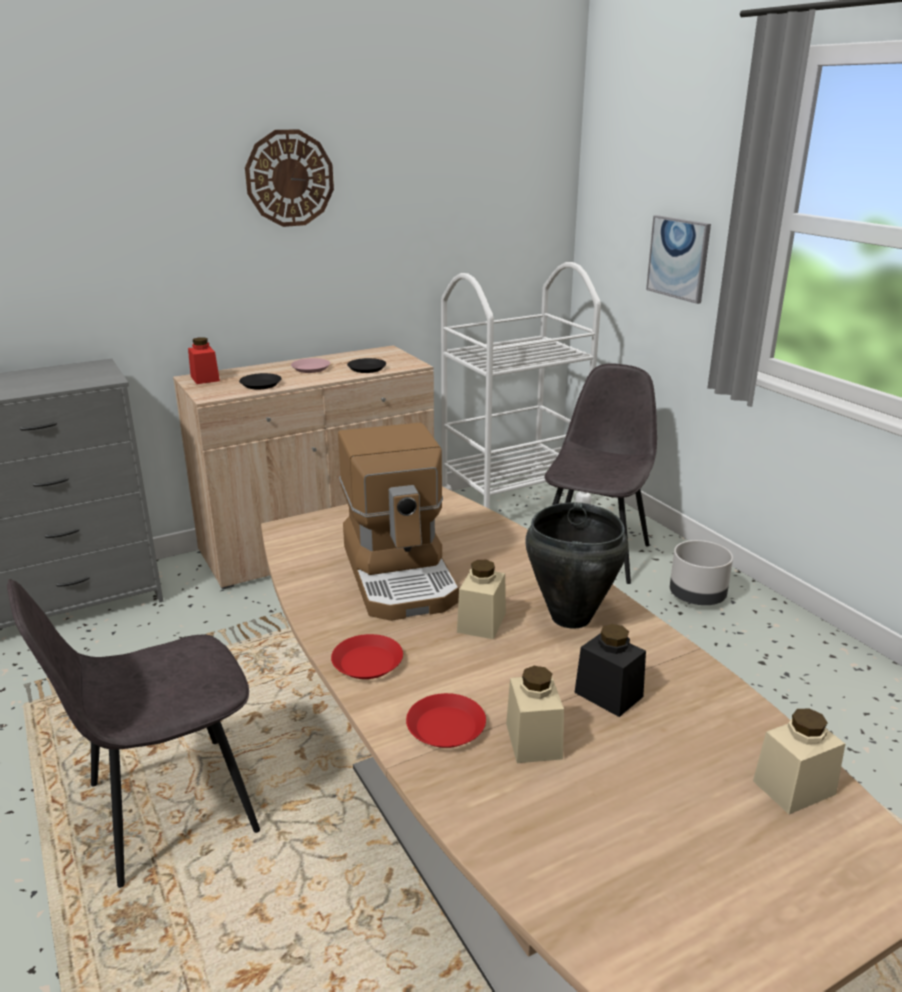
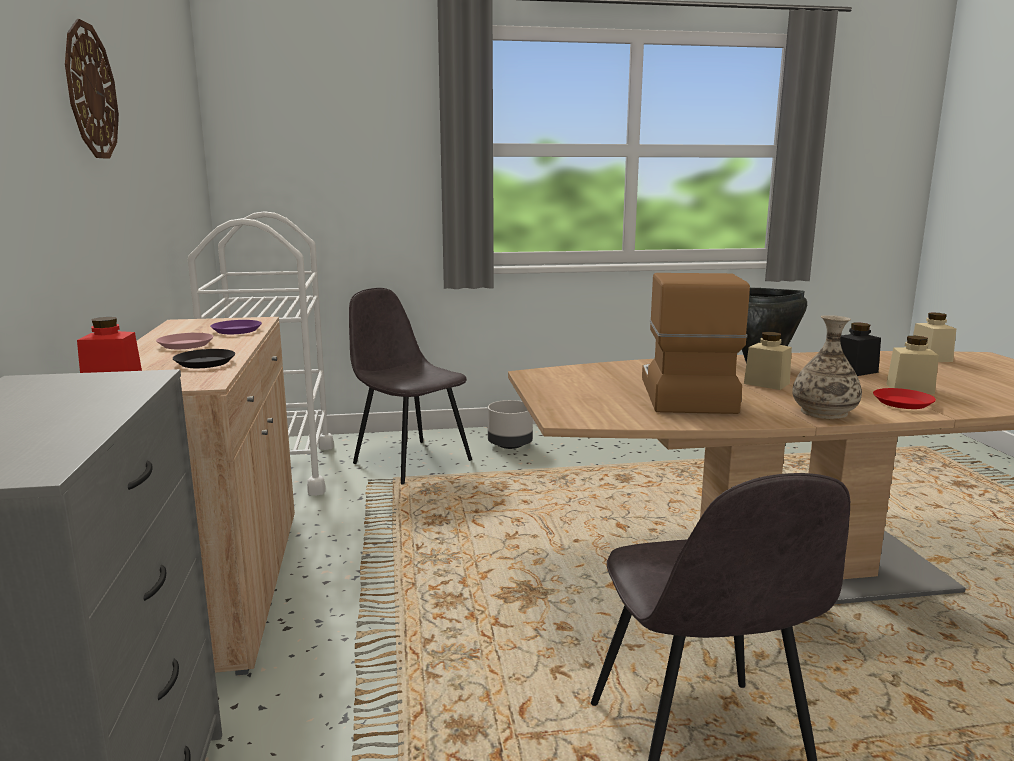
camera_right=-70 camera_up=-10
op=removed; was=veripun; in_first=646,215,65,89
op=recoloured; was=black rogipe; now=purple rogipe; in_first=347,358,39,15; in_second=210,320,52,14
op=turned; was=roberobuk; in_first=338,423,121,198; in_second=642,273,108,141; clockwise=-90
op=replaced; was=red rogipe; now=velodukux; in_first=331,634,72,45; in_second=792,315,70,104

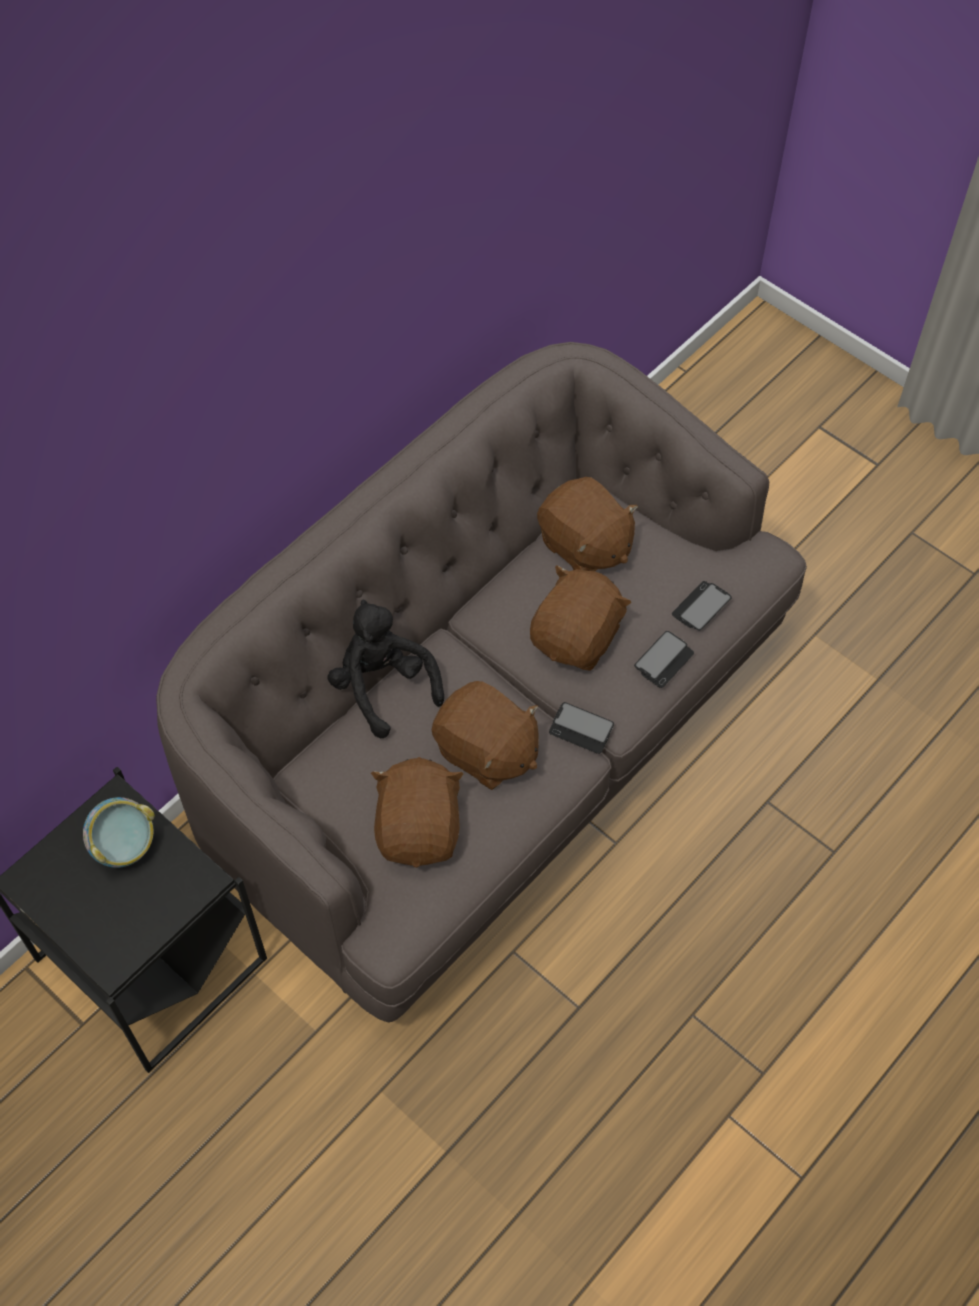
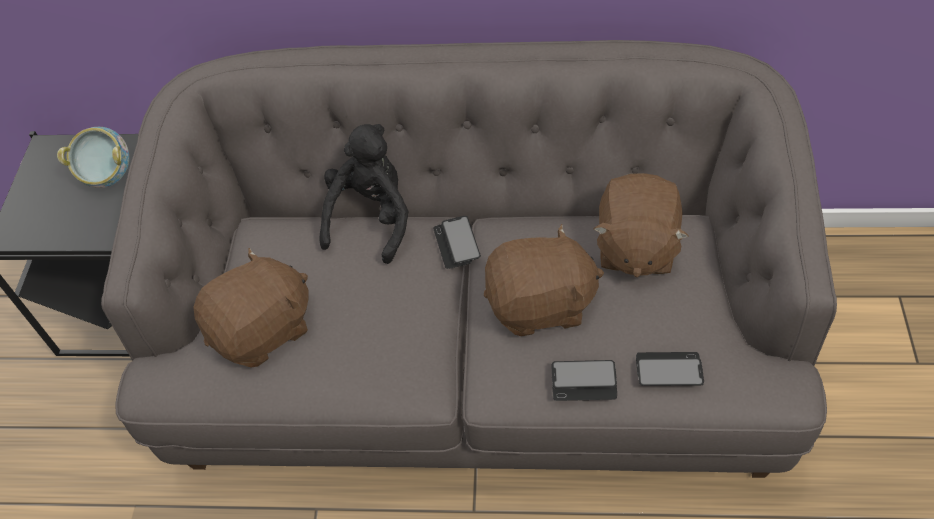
camera_right=55 camera_up=-5
op=removed; was=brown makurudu; in_first=432,681,106,109
op=moved; was=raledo; in_first=549,702,65,52; in_second=433,216,48,53

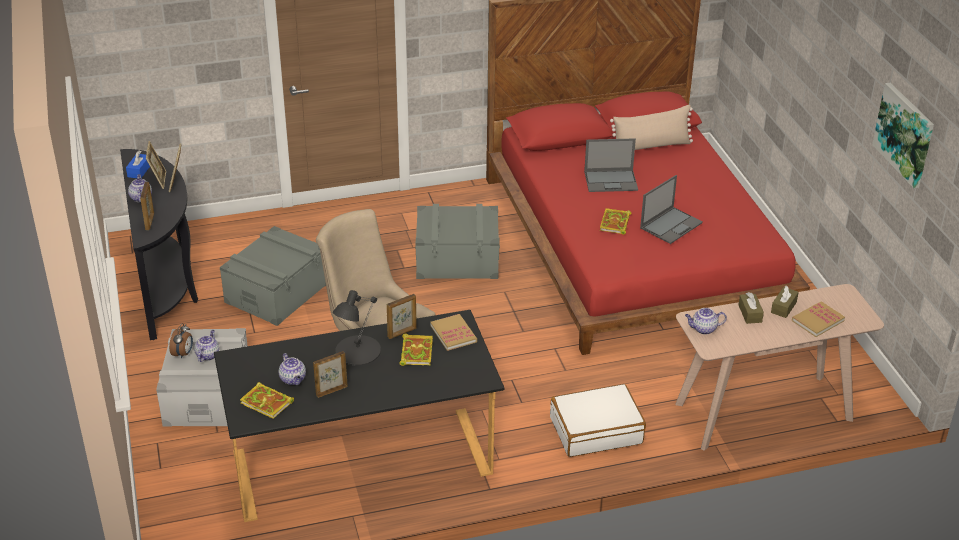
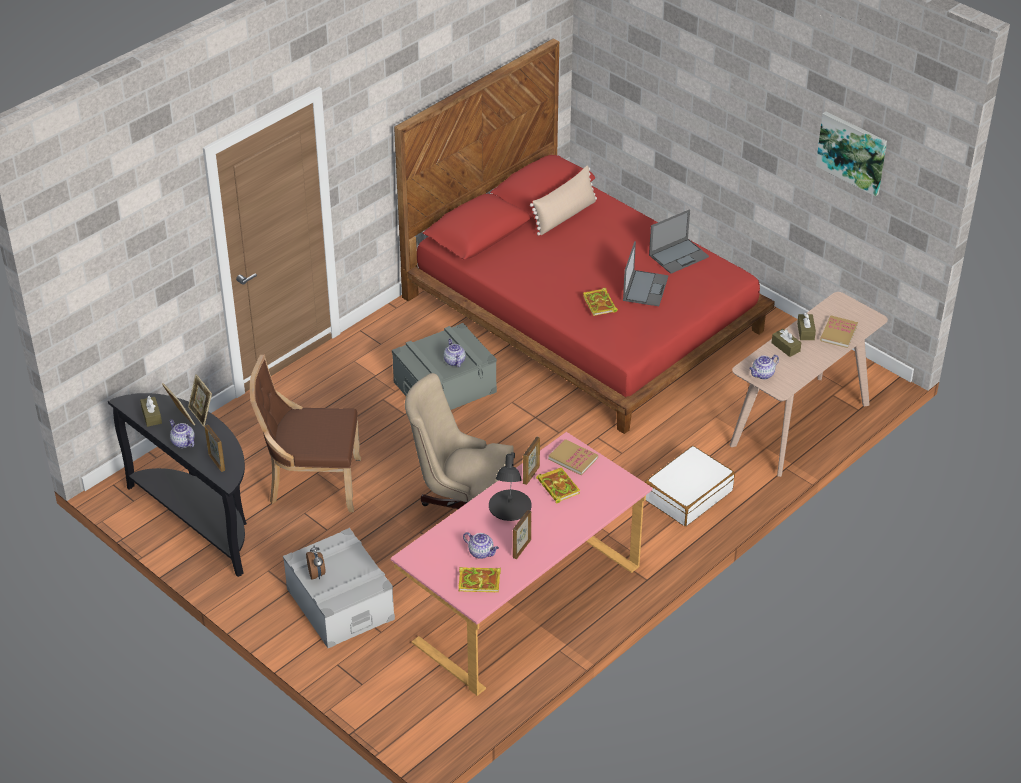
camera_right=-30 camera_up=5
op=moved; was=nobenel; in_first=584,138,54,54; in_second=649,209,60,65
op=recoloured; was=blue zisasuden; now=brown zisasuden; in_first=126,151,24,27; in_second=140,396,22,31
op=replaced; was=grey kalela; now=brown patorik; in_first=220,226,106,100; in_second=250,355,111,157
op=recoloured; was=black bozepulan; now=pink bozepulan; in_first=214,310,290,212; in_second=391,432,262,264
op=moved; was=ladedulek; in_first=194,330,25,32; in_second=444,339,22,28

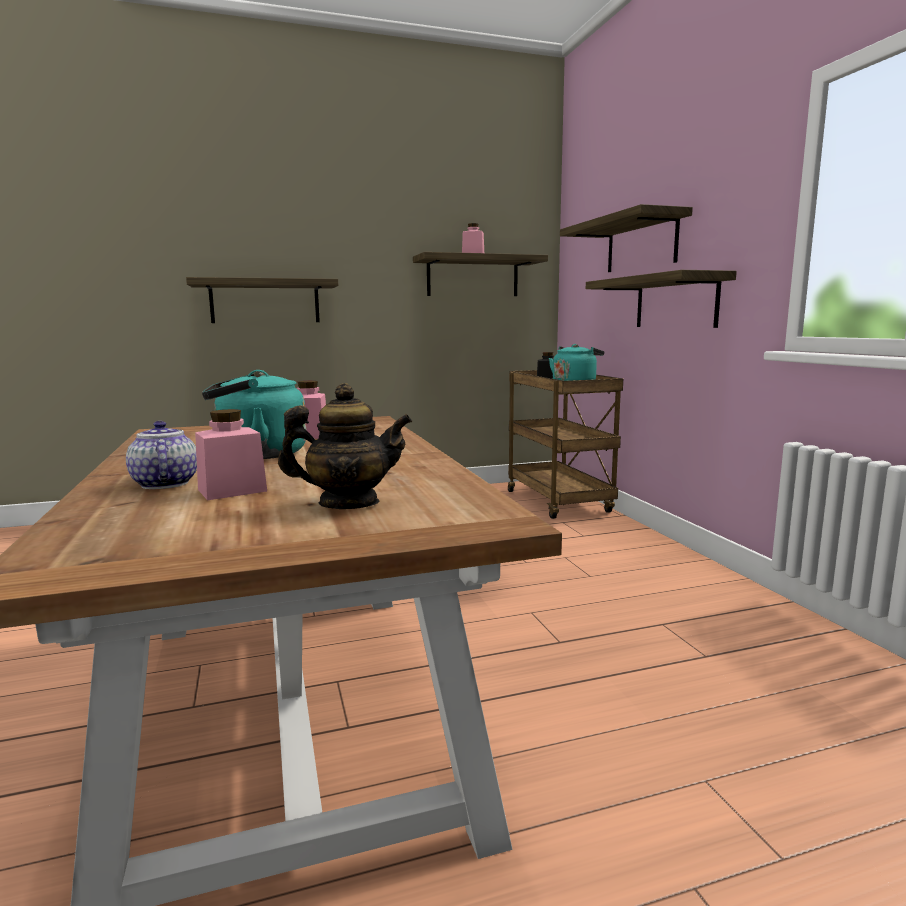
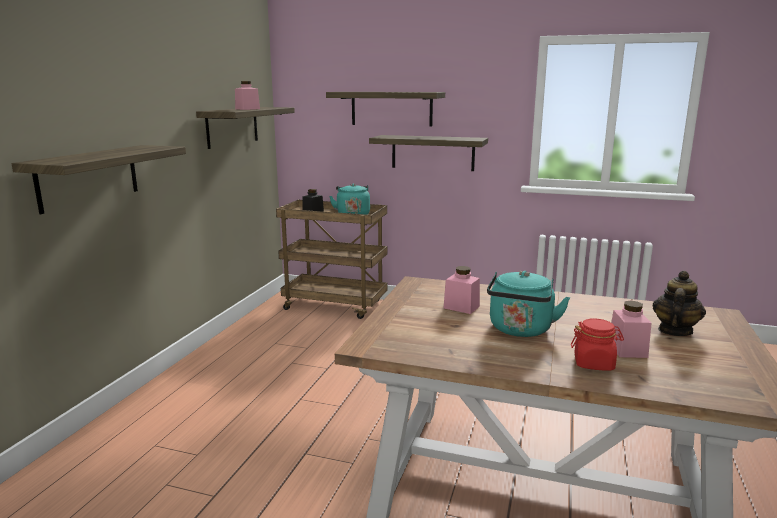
camera_right=-55 camera_up=5
op=replaced; was=ladedulek; now=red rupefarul; in_first=126,421,71,68; in_second=571,318,53,53

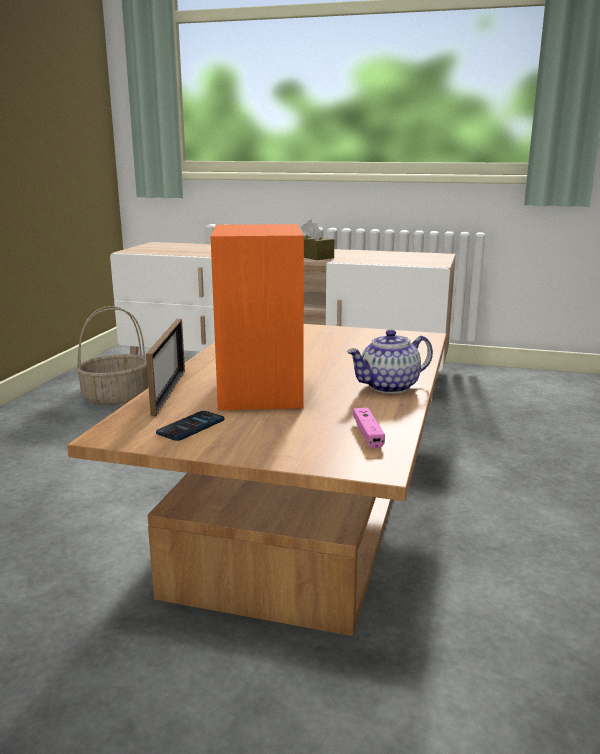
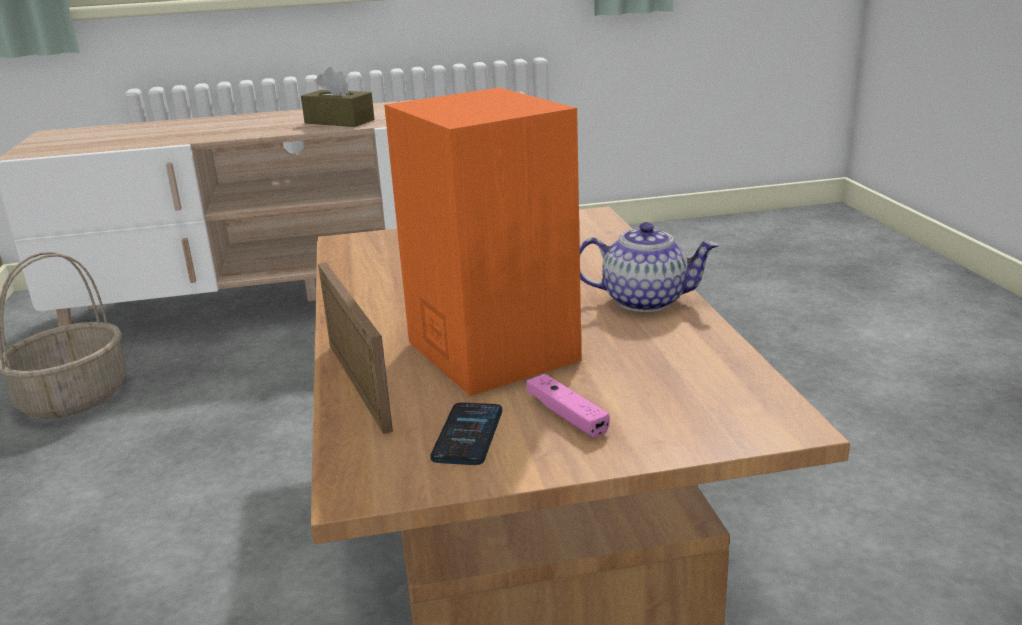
camera_right=-25 camera_up=5
op=turned; was=ladedulek; in_first=347,330,86,64; in_second=580,222,139,90; clockwise=-120
op=moved; was=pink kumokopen; in_first=353,408,32,40; in_second=527,374,83,64

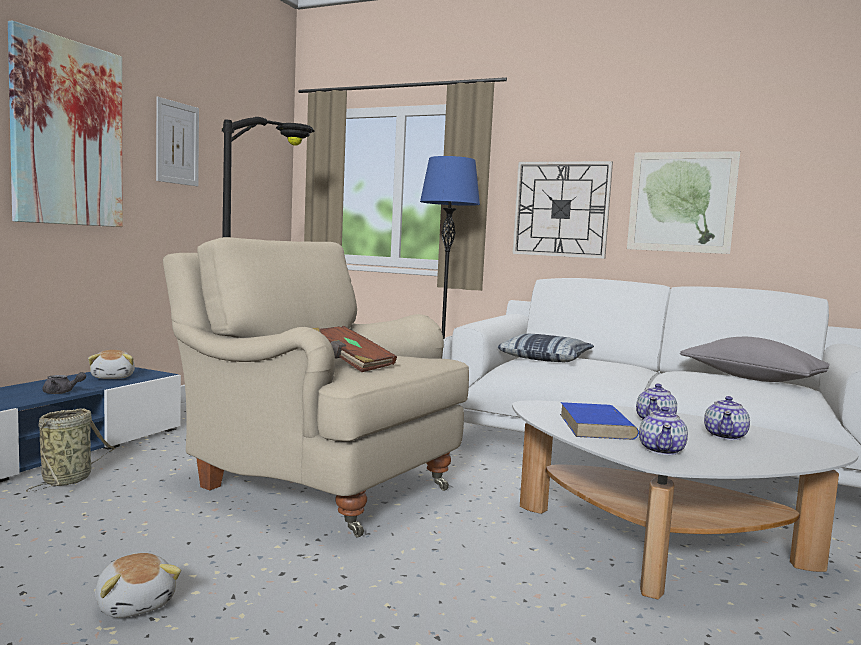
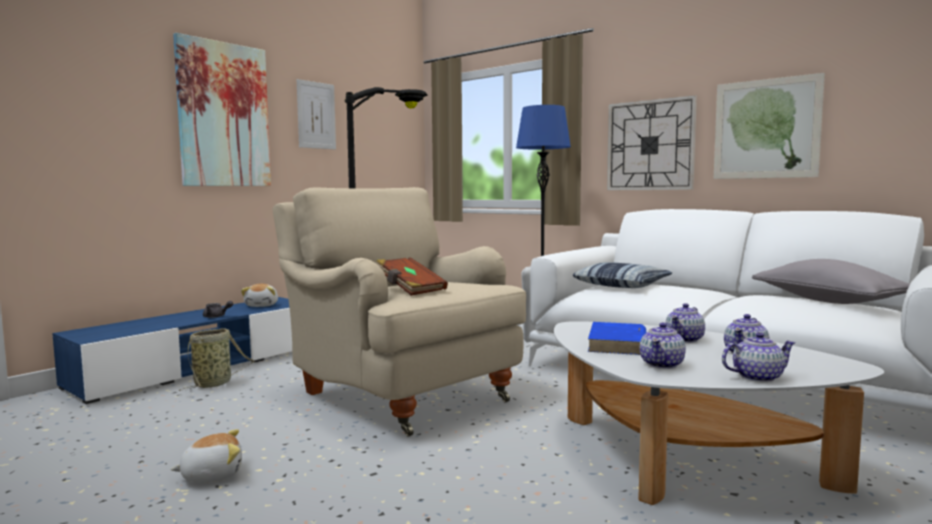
camera_right=15 camera_up=0
op=turned; was=makurudu; in_first=95,553,86,65; in_second=171,429,71,53; clockwise=-90
op=added; now=ladedulek; in_second=722,332,73,50

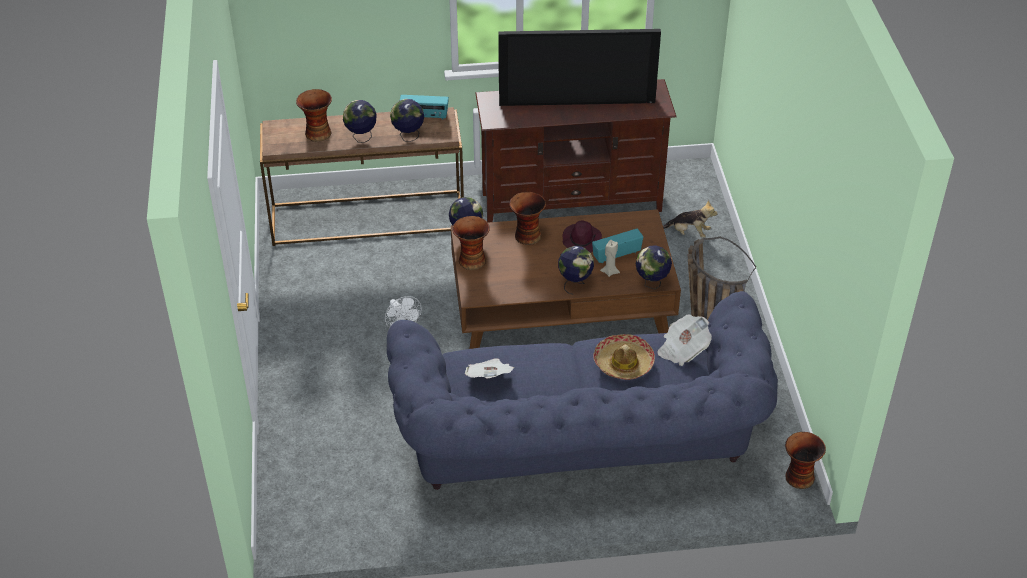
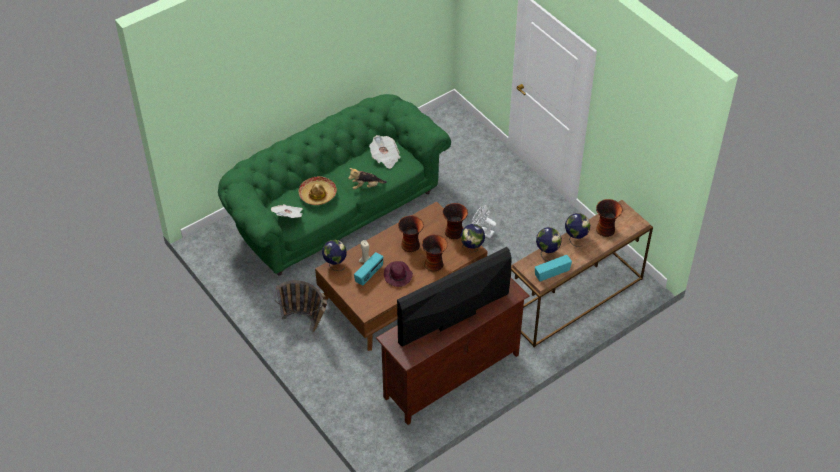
camera_right=150 camera_up=5
op=moved; was=makurudu; in_first=663,200,55,38; in_second=348,168,39,22
op=removed; was=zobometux; in_first=558,246,36,49
op=recoloured; was=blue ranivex; now=green ranivex; in_first=387,291,391,199; in_second=218,94,233,181
op=moved; was=velodukux; in_first=785,432,41,57; in_second=398,215,26,37

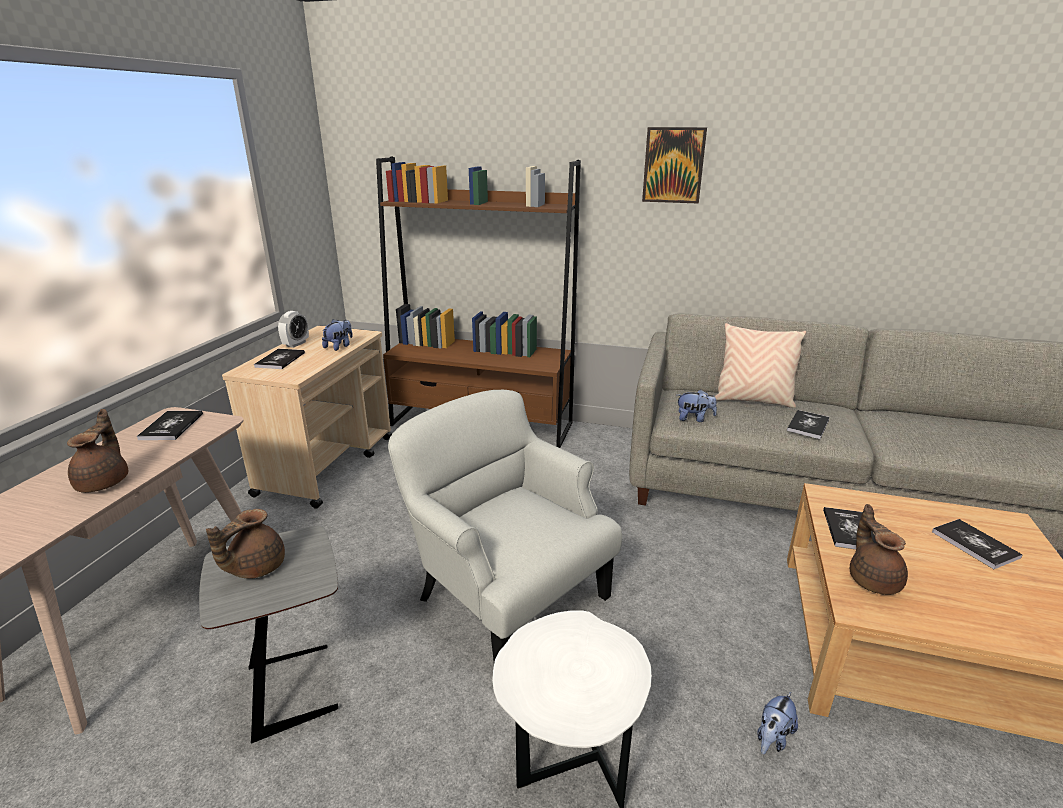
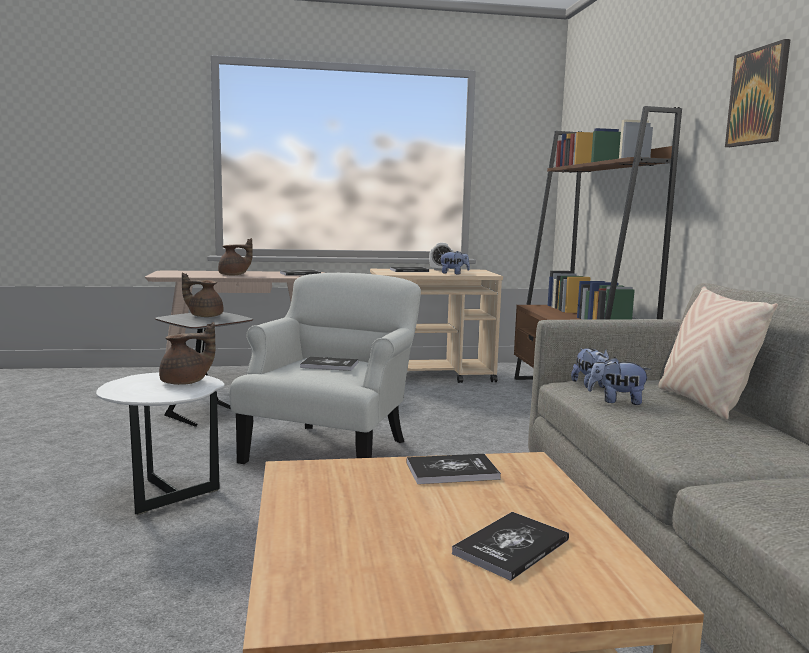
camera_right=65 camera_up=-15
op=moved; was=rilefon; in_first=787,410,42,29; in_second=300,357,58,14
op=moved; was=brown ladedulek; in_first=850,504,58,91; in_second=159,322,56,63
op=moved; was=makurudu; in_first=757,692,41,62; in_second=588,357,63,48

